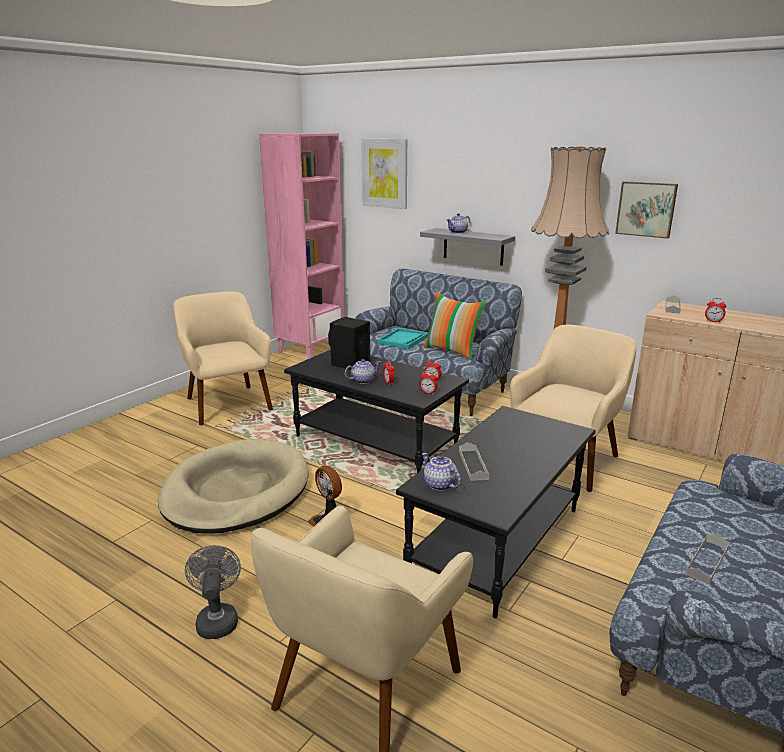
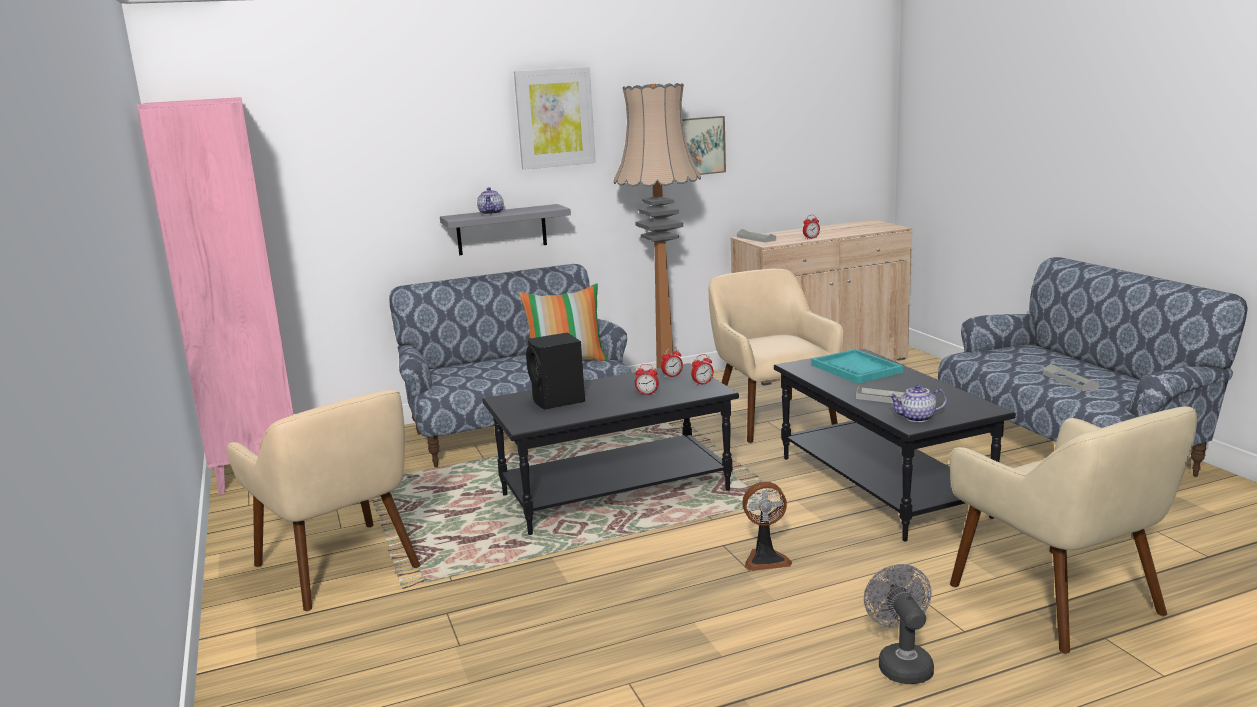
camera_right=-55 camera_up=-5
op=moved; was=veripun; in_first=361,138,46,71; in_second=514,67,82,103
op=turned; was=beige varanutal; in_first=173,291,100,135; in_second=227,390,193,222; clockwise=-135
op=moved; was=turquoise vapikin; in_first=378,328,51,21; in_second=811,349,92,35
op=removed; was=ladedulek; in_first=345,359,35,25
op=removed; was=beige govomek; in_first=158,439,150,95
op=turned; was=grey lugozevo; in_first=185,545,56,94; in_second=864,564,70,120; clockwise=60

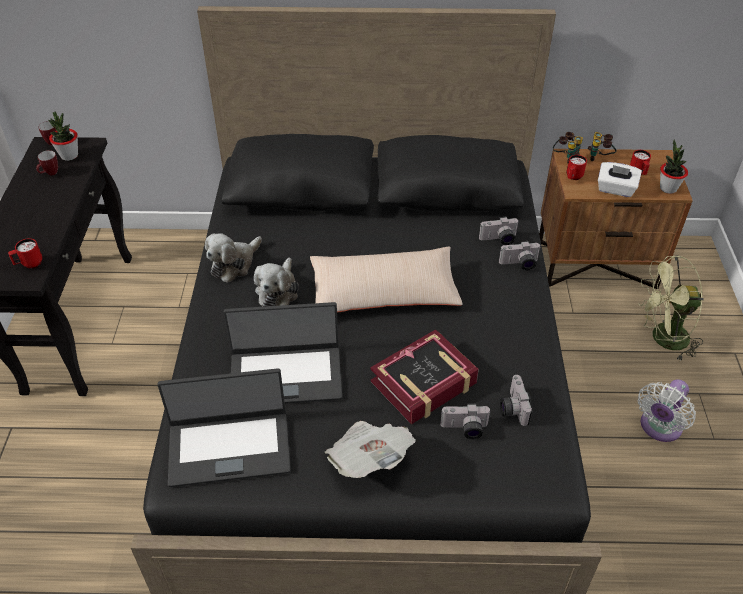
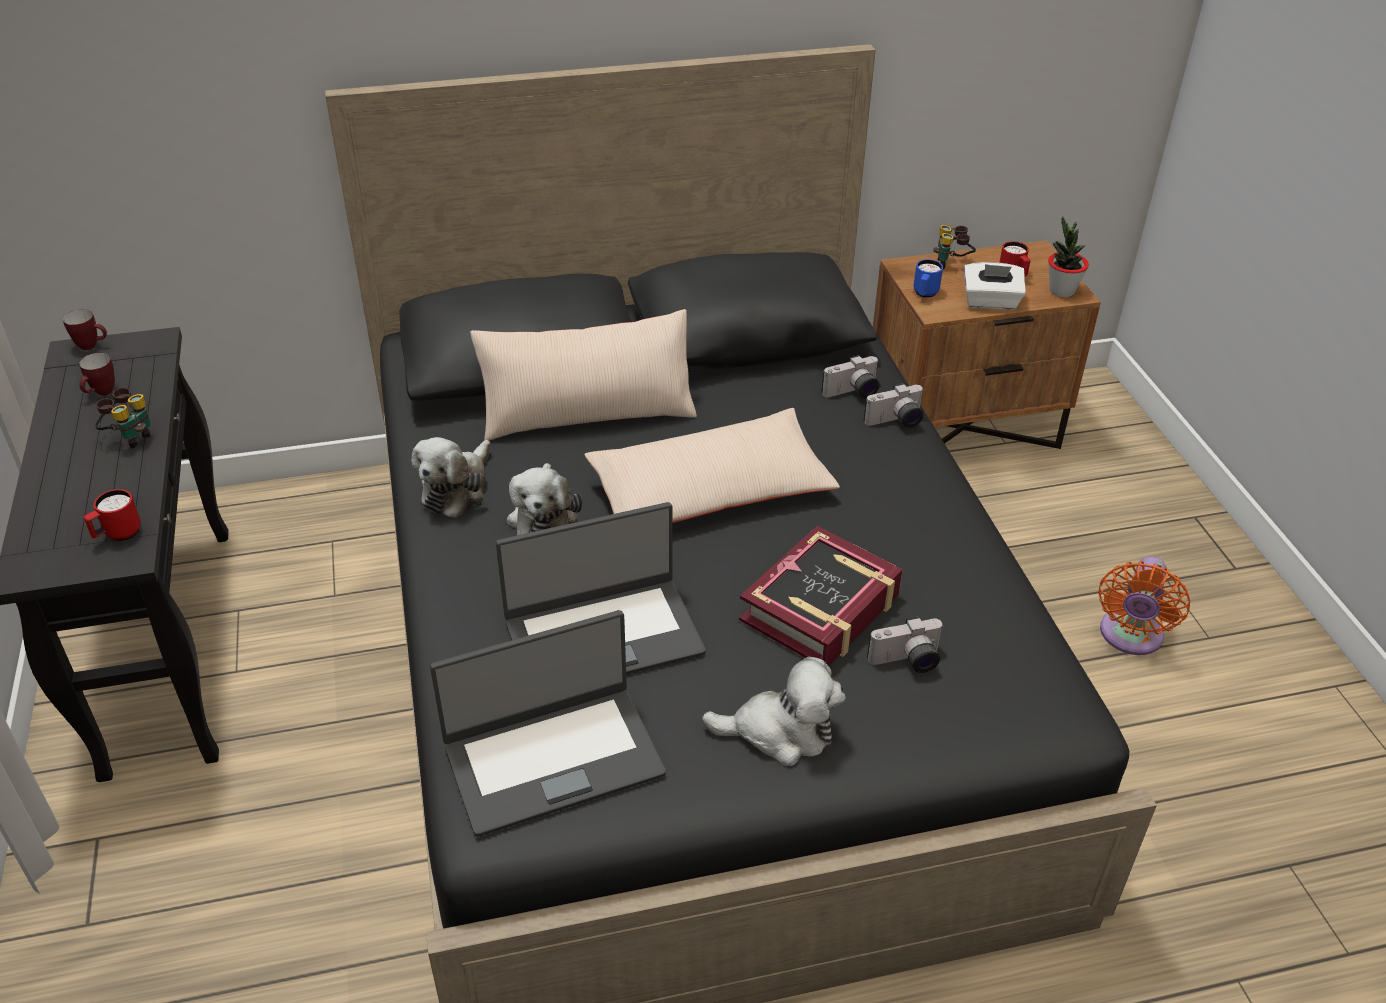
camera_right=-15 camera_up=-5
op=removed; was=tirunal; in_first=48,111,30,50
op=moved; was=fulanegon; in_first=553,132,30,31; in_second=95,388,56,61
op=recoloured; was=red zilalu; now=blue zilalu; in_first=566,155,21,25; in_second=913,259,30,39
op=removed; was=green lugozevo; in_first=638,255,66,106
op=removed; was=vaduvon; in_first=500,375,33,51
op=recoloured; was=white lugozevo; now=orange lugozevo; in_first=638,379,58,63; in_second=1099,556,91,99
op=replaced; was=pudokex; now=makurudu; in_first=325,421,91,57; in_second=702,657,143,109
op=added; now=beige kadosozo; in_second=470,309,227,132

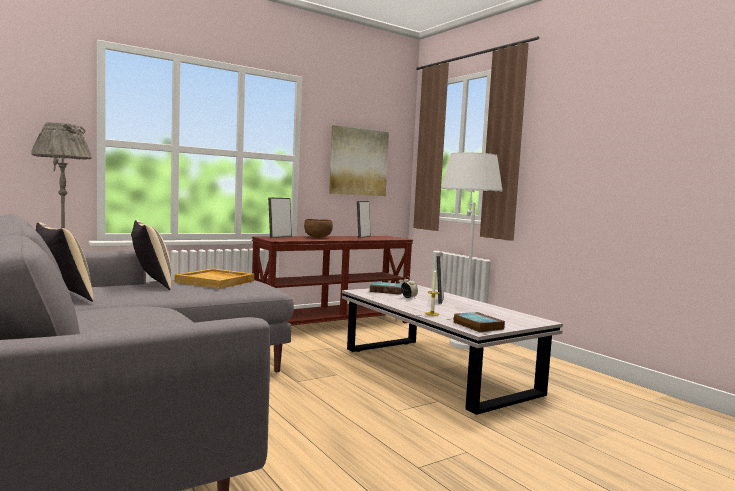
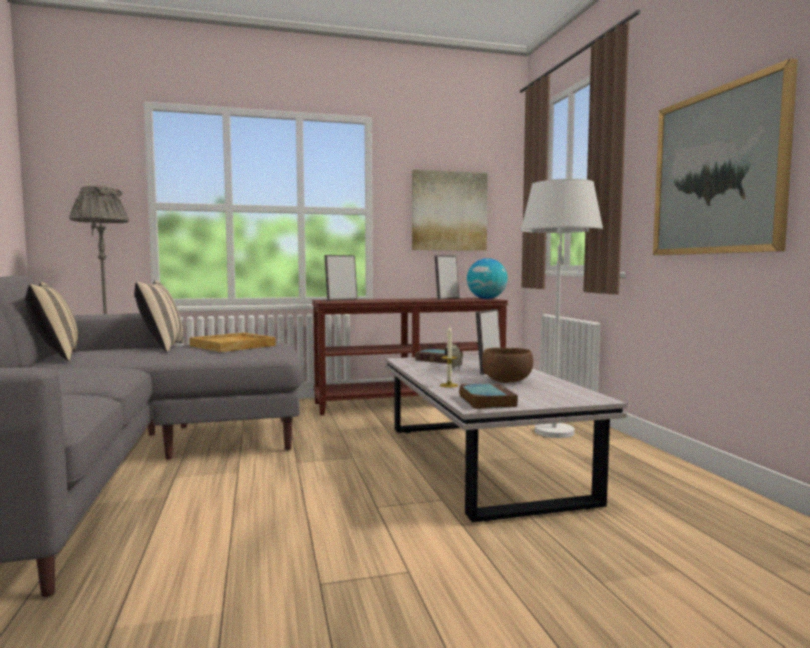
camera_right=20 camera_up=0
op=moved; was=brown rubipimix; in_first=304,219,29,19; in_second=482,348,51,35
op=added; now=veripun; in_second=653,58,145,197
op=added; now=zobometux; in_second=467,258,41,41

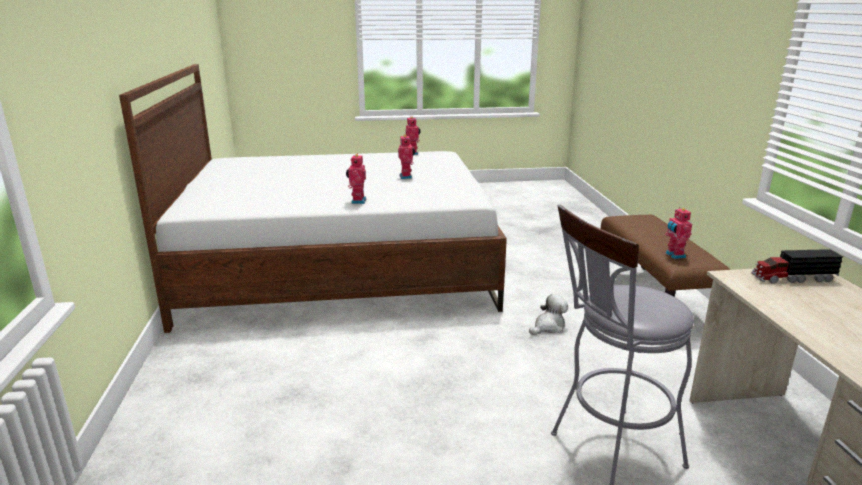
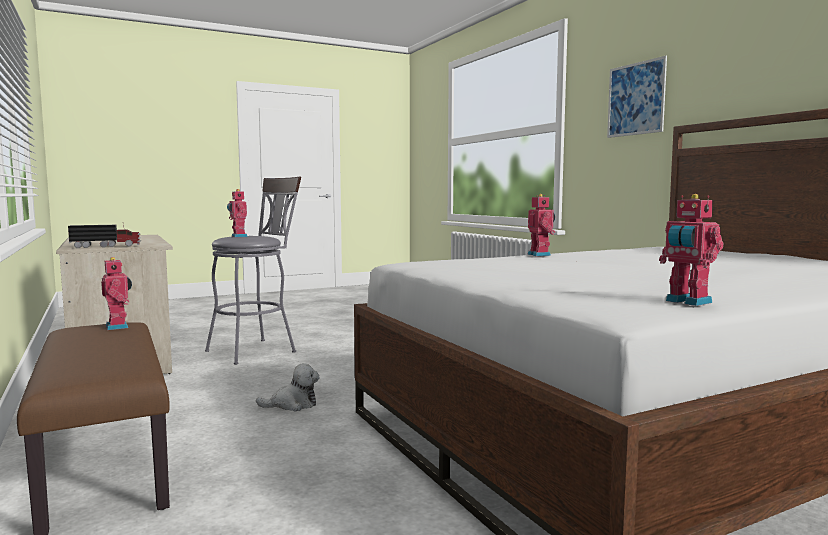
camera_right=160 camera_up=-15
op=moved; was=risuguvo; in_first=398,134,17,45; in_second=227,189,21,48
op=turned; was=makurudu; in_first=529,294,39,41; in_second=256,363,64,48; clockwise=-135
op=added; now=veripun; in_second=607,56,60,82

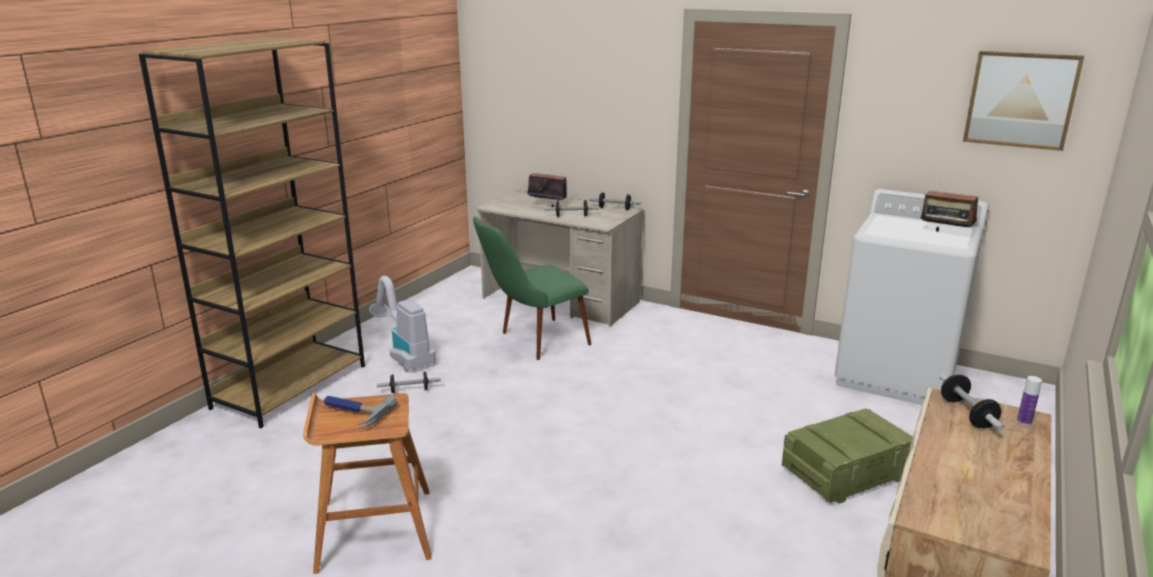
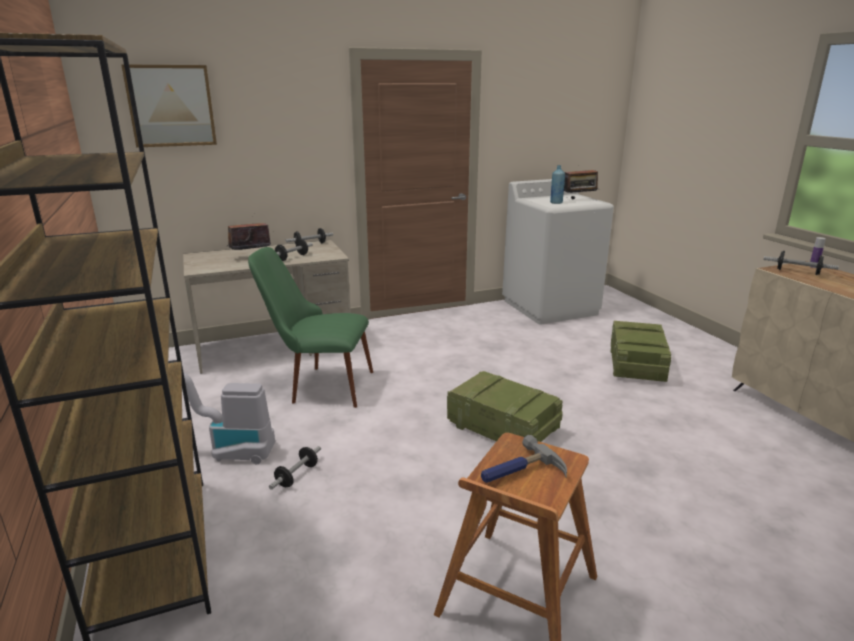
camera_right=-50 camera_up=0
op=moved; was=veripun; in_first=963,51,121,100; in_second=121,64,96,84
op=turned; was=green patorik; in_first=473,217,118,143; in_second=248,247,125,161; clockwise=90
op=added; now=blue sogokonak; in_second=550,165,15,39
op=added; now=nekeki; in_second=447,371,116,71

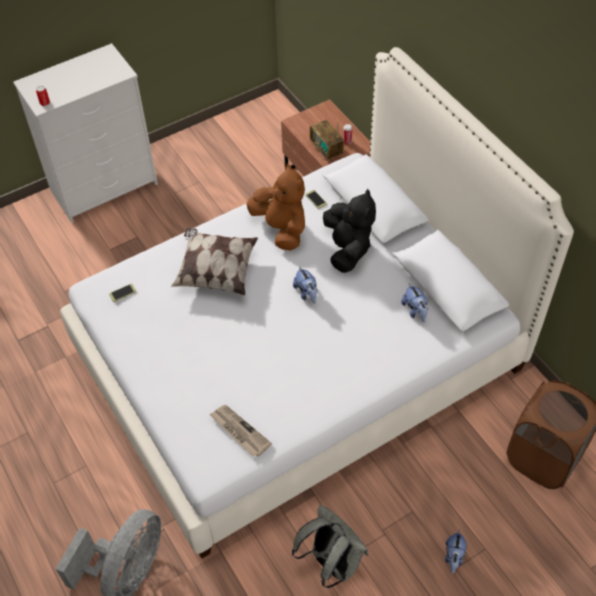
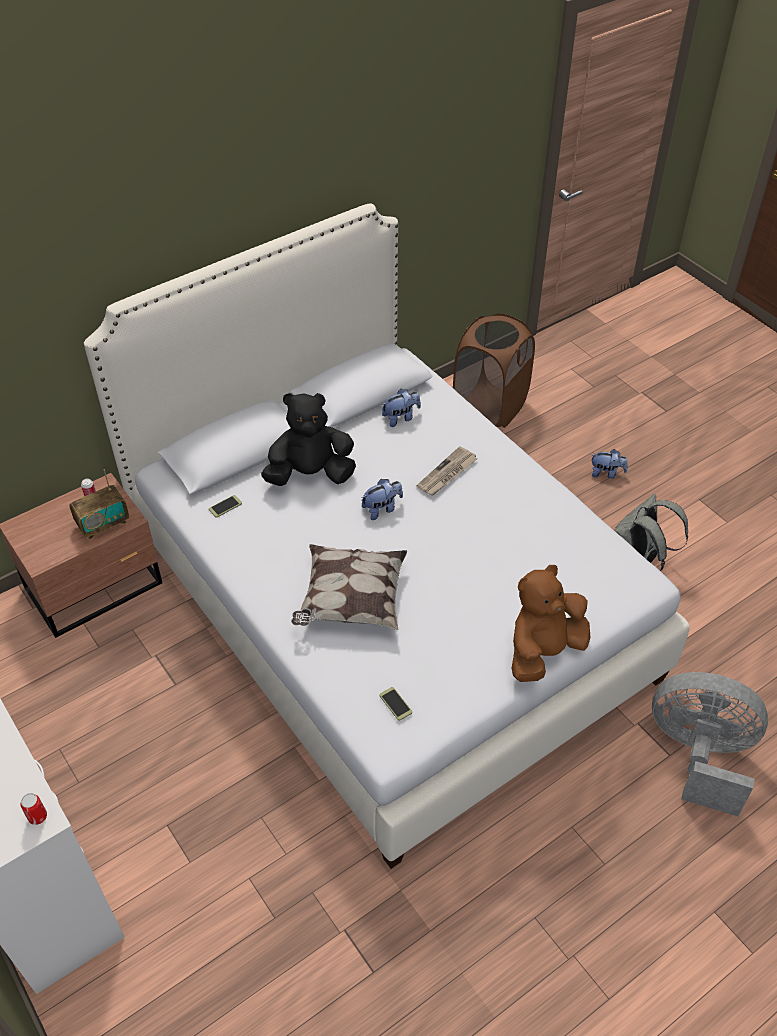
camera_right=-95 camera_up=-5
op=moved; was=brown makurudu; in_first=247,164,58,86; in_second=511,565,79,117
op=moved; was=pudokex; in_first=209,405,63,52; in_second=417,446,60,50

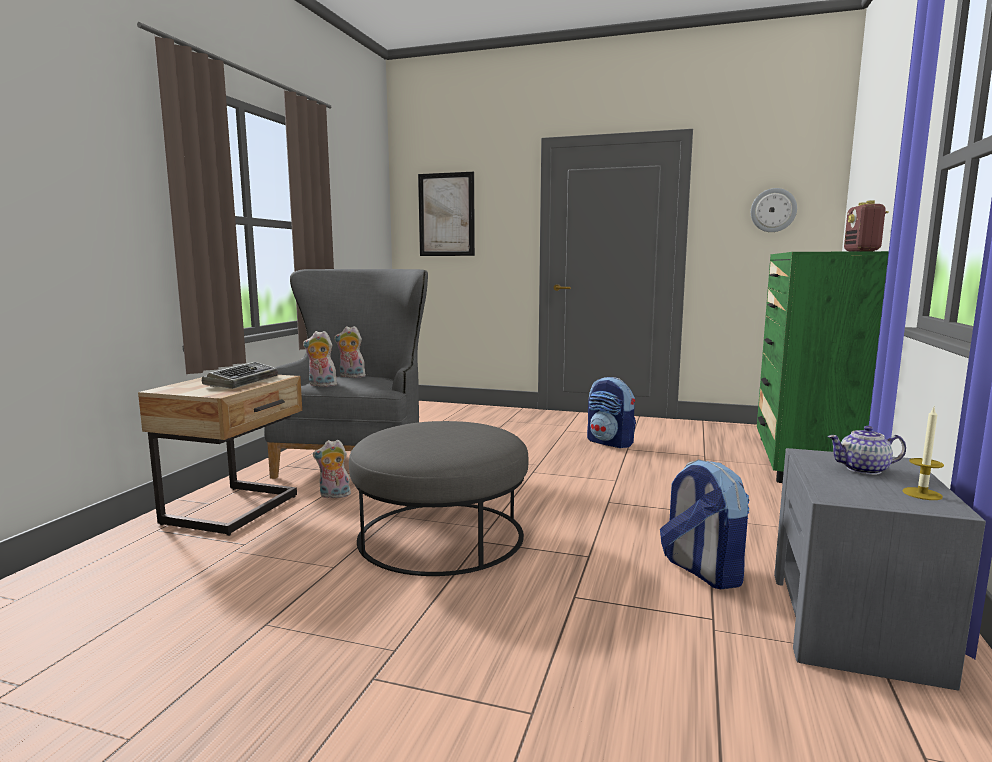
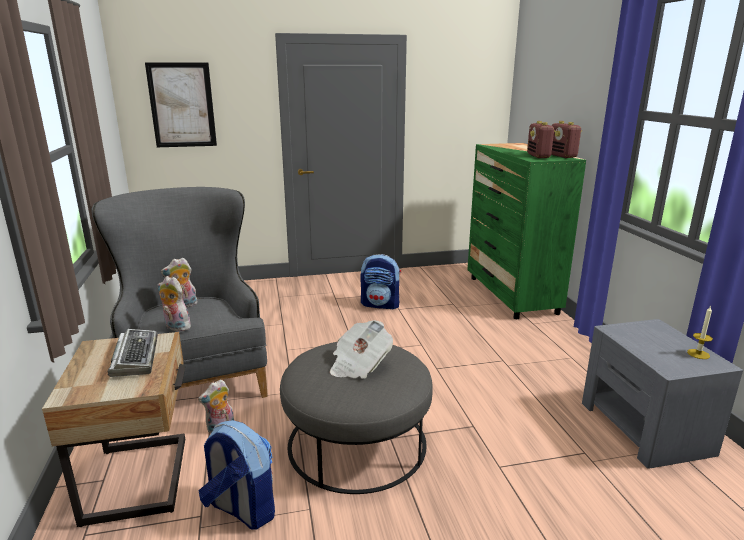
camera_right=-30 camera_up=10
op=removed; was=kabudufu; in_first=751,188,46,44
op=turned; was=makurudu; in_first=303,331,34,56; in_second=158,276,36,55; clockwise=45
op=removed; was=ladedulek; in_first=827,426,79,49
op=moved; was=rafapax; in_first=660,459,89,130; in_second=199,420,76,110
op=added; now=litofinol; in_second=527,121,29,37
op=added; now=pudokex; in_second=330,320,63,59

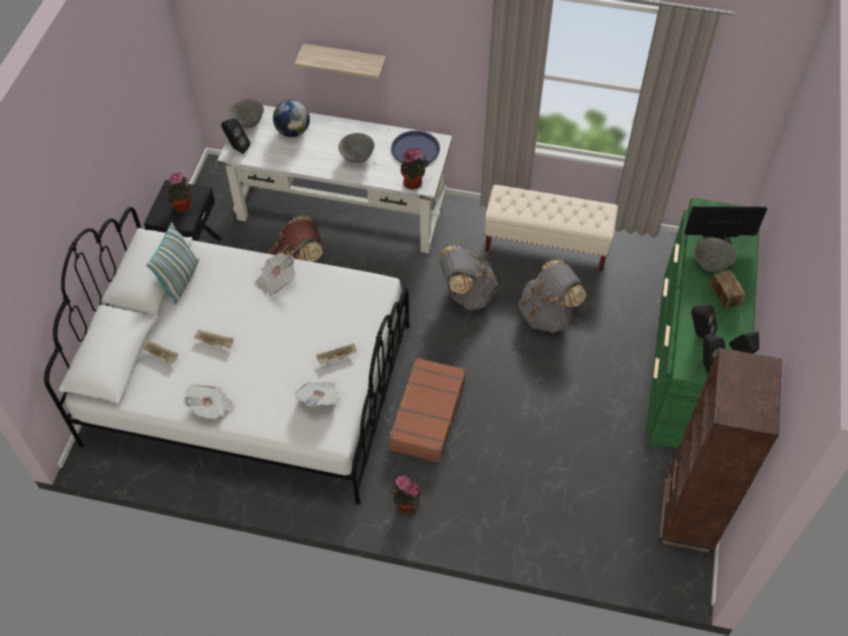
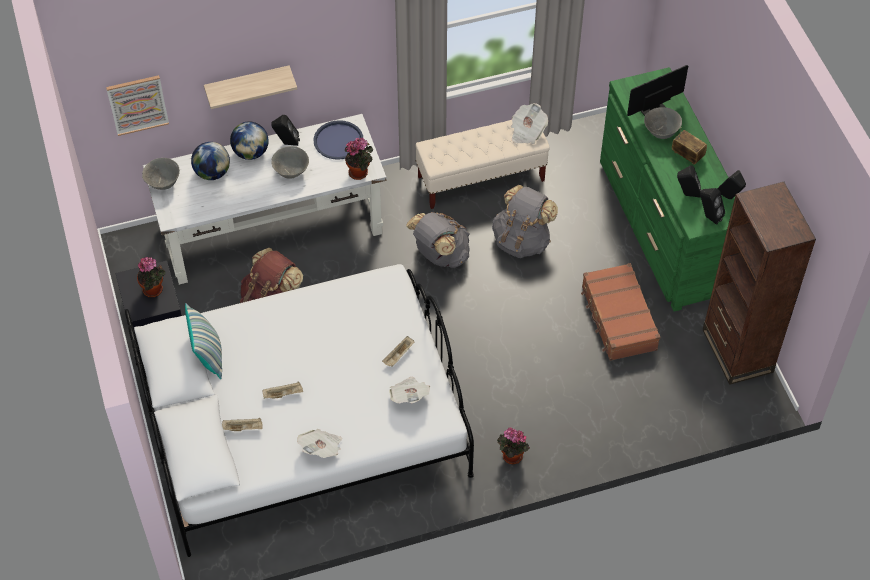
camera_right=-30 camera_up=0
op=moved; was=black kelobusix; in_first=221,118,29,36; in_second=271,115,29,31
op=moved; was=pudokex; in_first=254,252,41,44; in_second=511,103,37,41
op=moved; was=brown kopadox; in_first=388,357,78,106; in_second=581,263,79,98
op=added; now=veripun; in_second=106,75,63,61
op=added; now=zobometux; in_second=230,122,39,38

